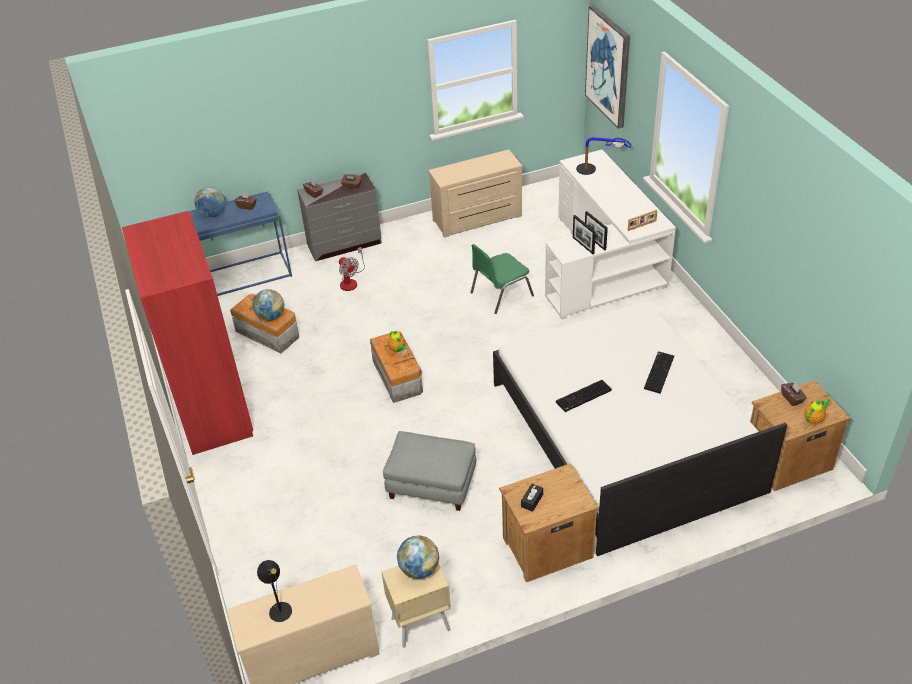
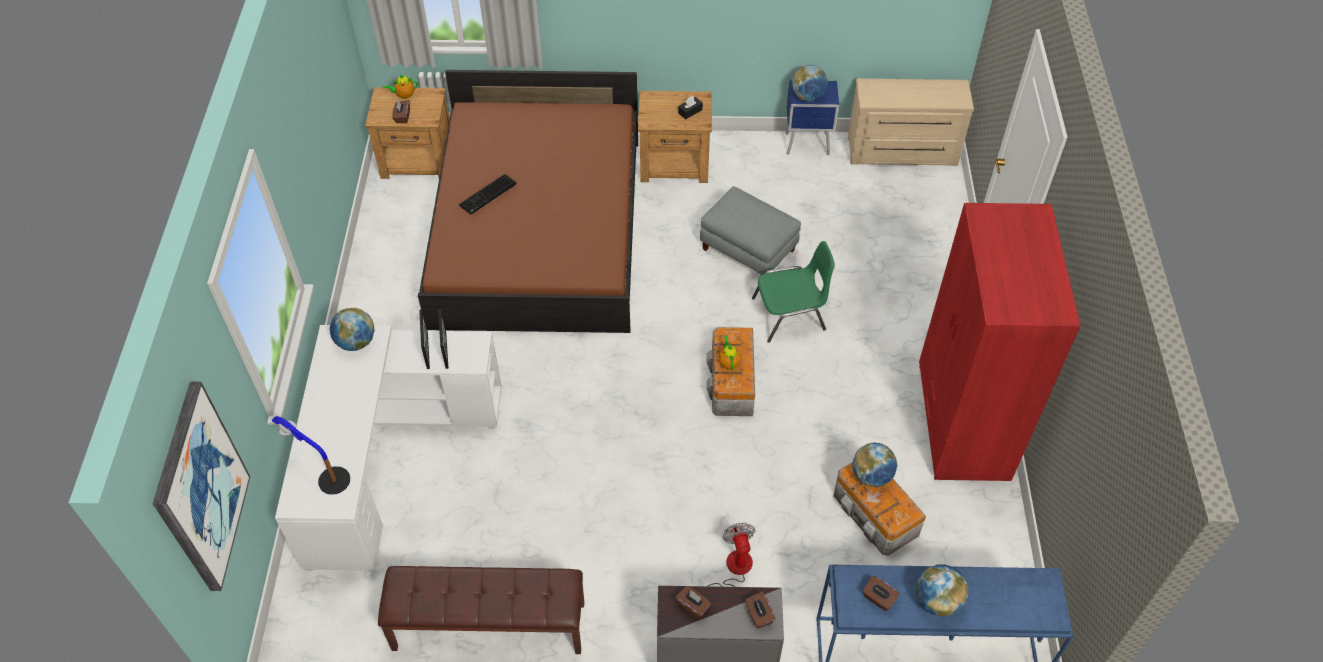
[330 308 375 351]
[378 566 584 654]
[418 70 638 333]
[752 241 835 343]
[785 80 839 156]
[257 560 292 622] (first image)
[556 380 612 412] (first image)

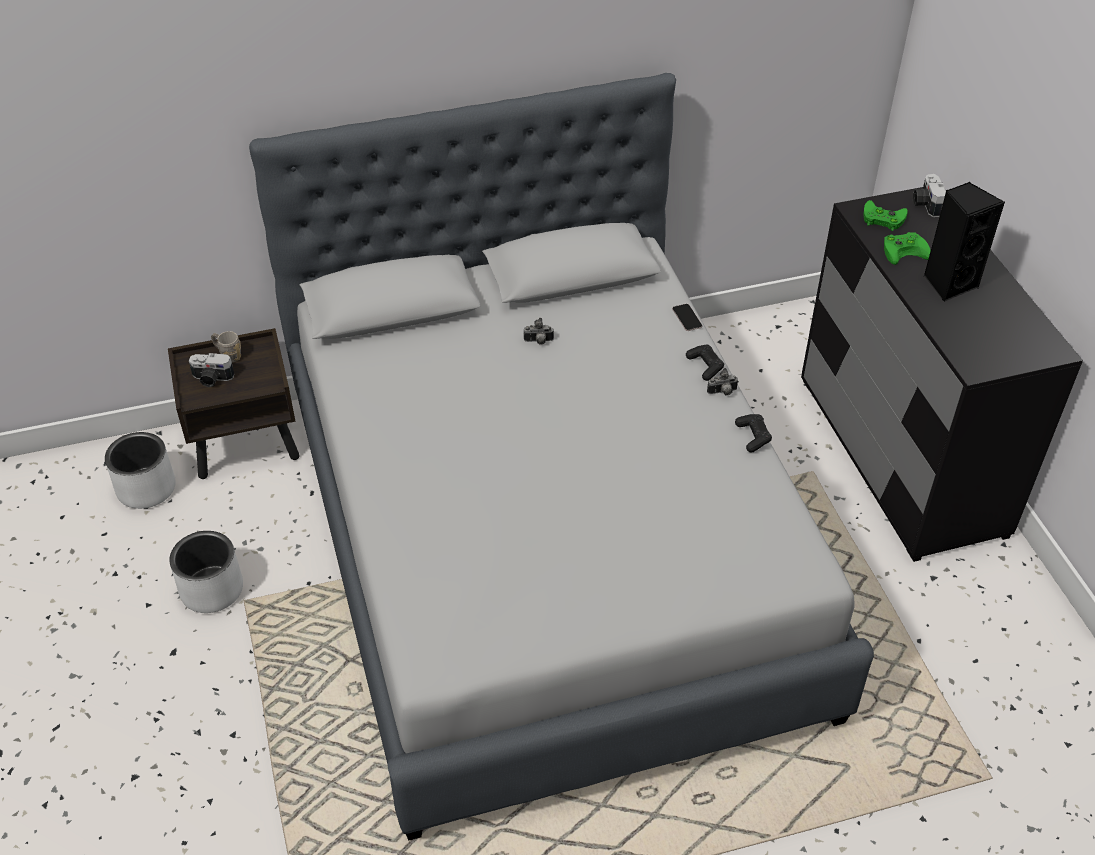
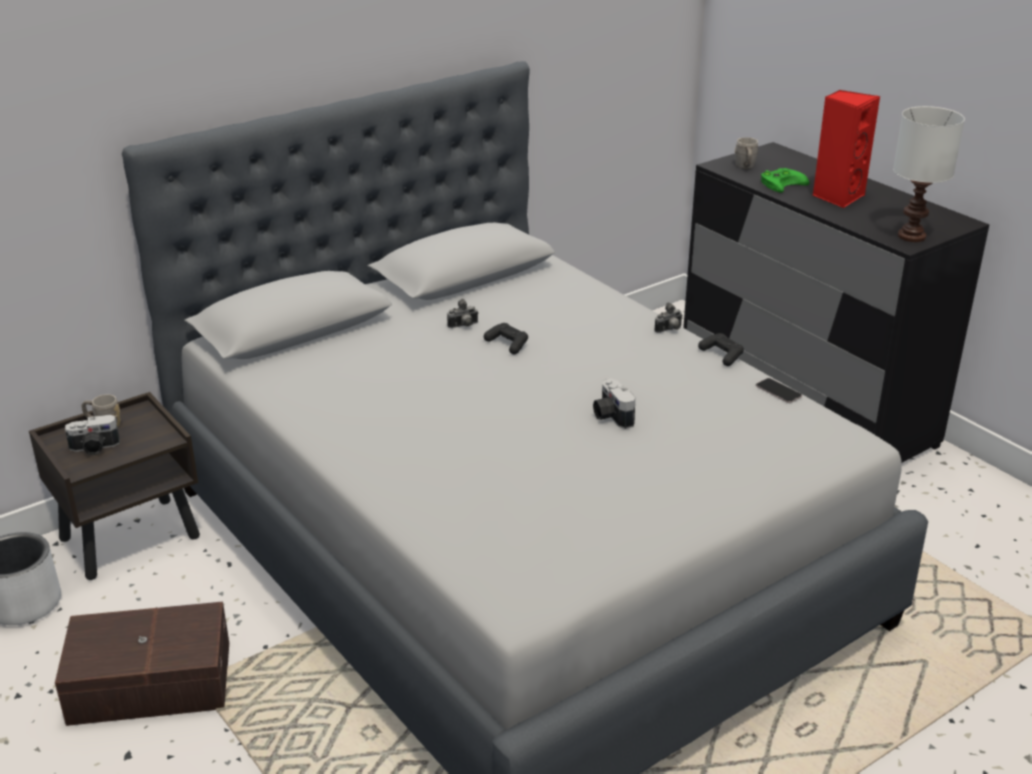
[55 601 229 726]
[484 323 528 354]
[593 379 635 429]
[735 137 758 169]
[756 378 802 403]
[812 90 880 208]
[893 106 965 242]

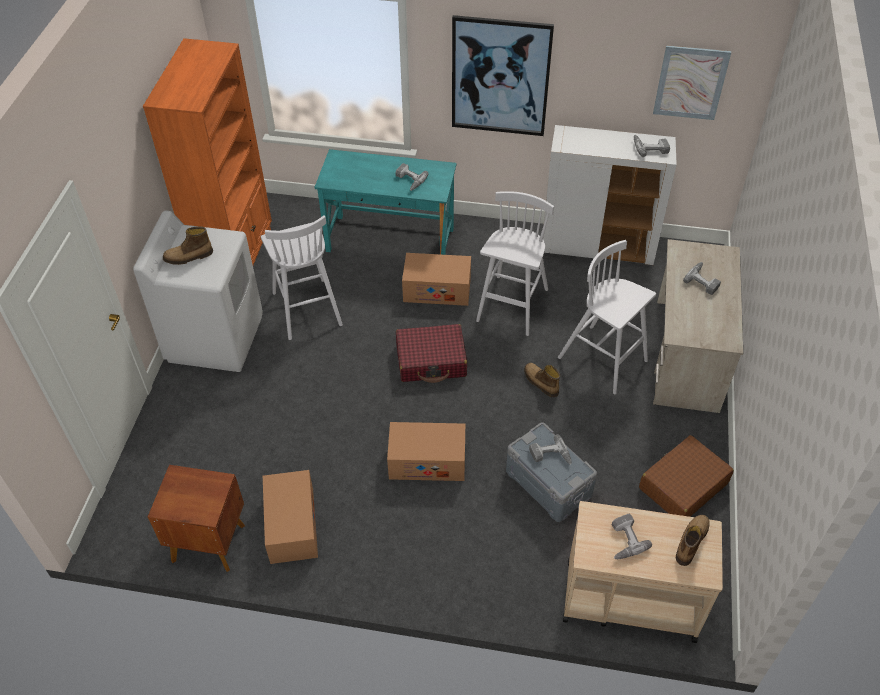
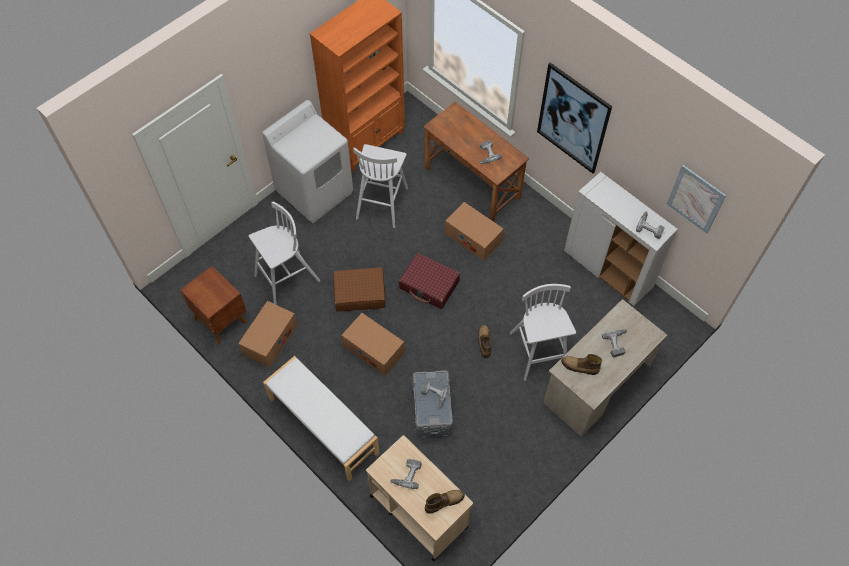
[249 201 320 305]
[263 356 380 482]
[333 267 385 312]
[423 102 529 222]
[561 354 602 375]

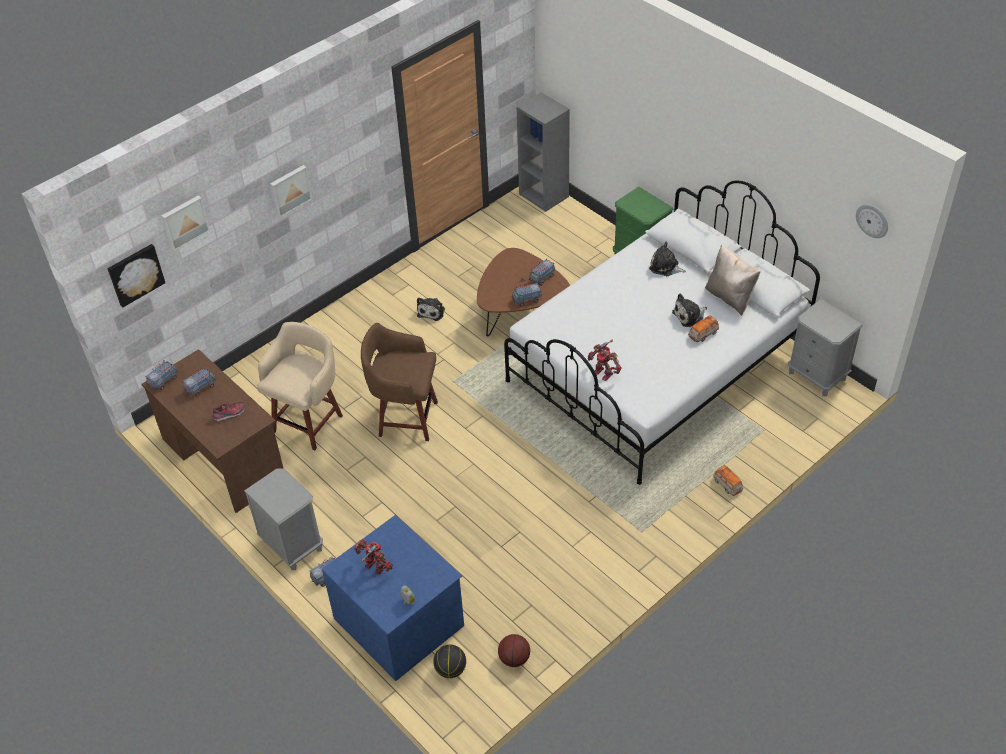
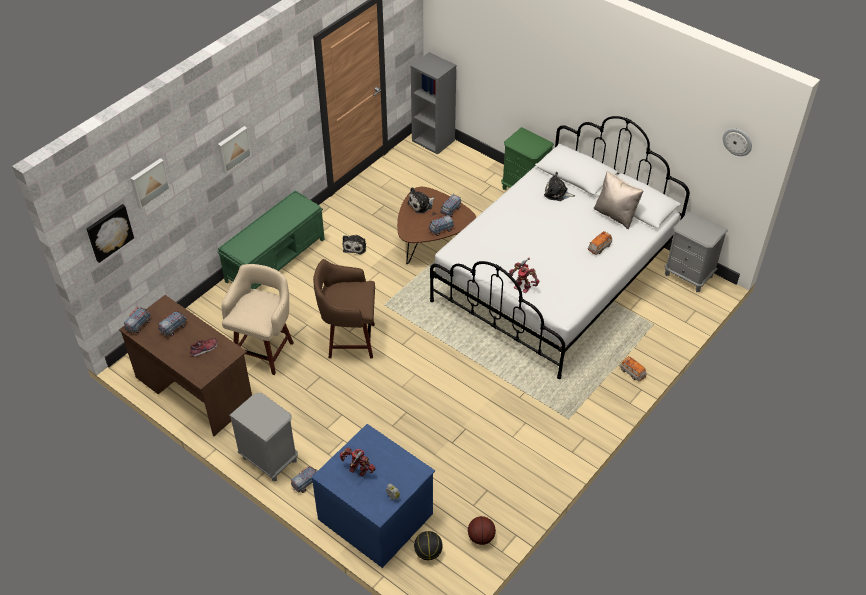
[217 190 325 289]
[407 187 435 214]

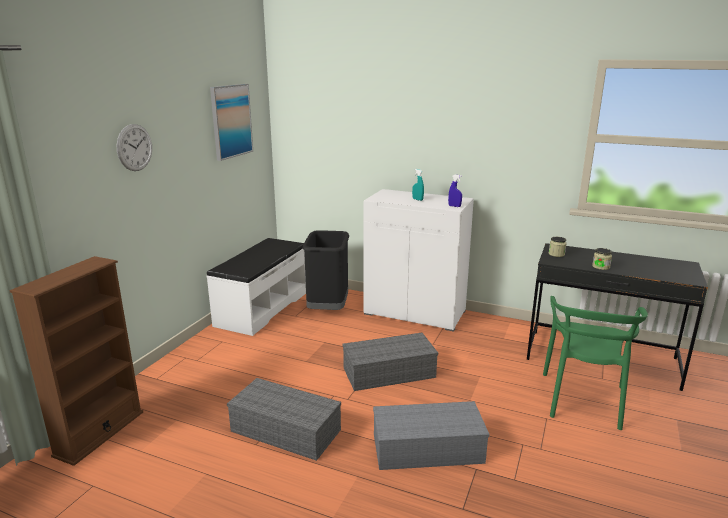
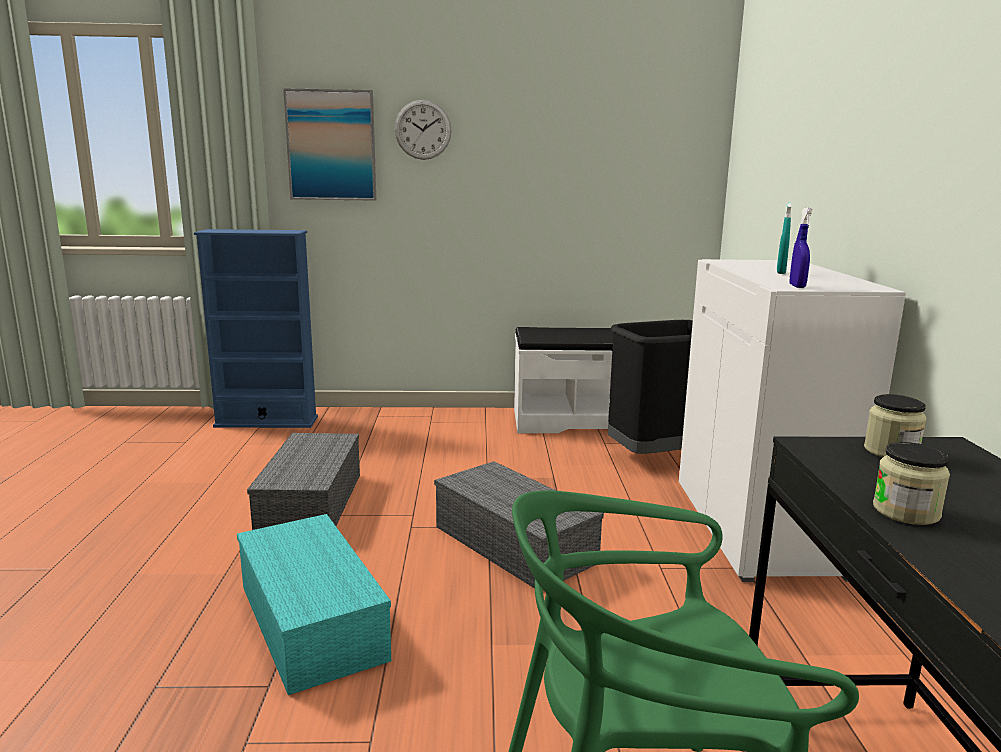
[194 229 318 428]
[237 514 391 695]
[283 88 376 201]

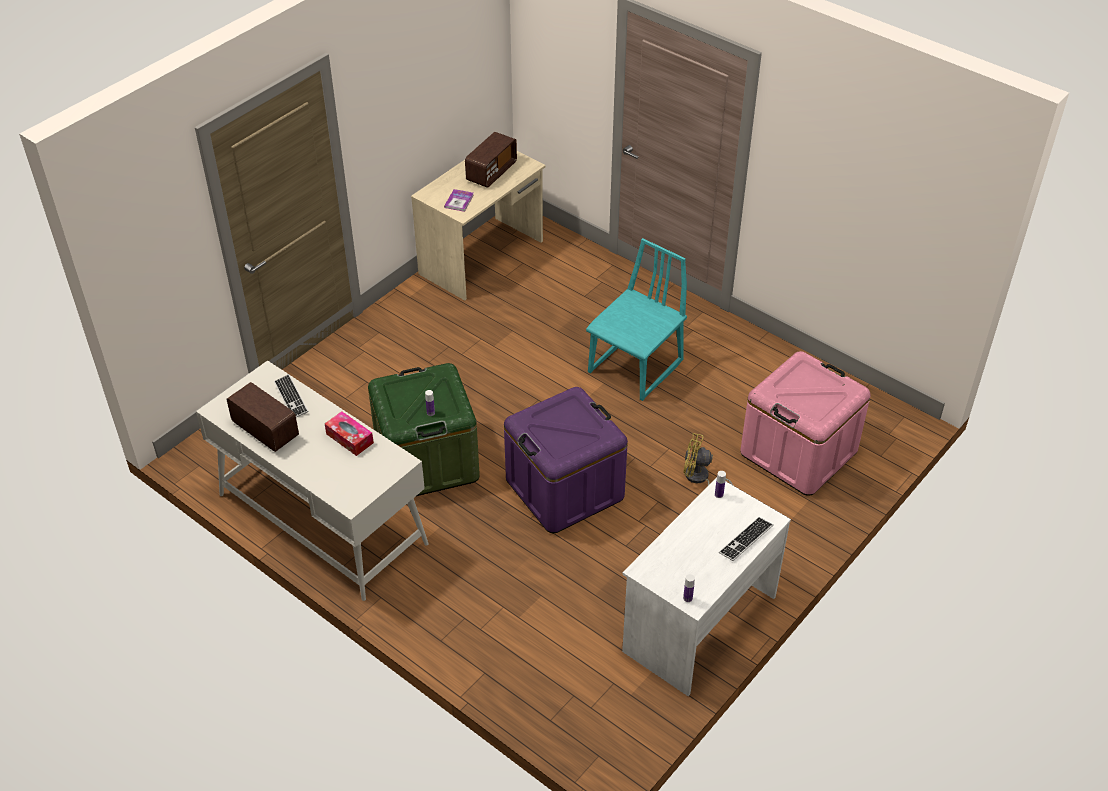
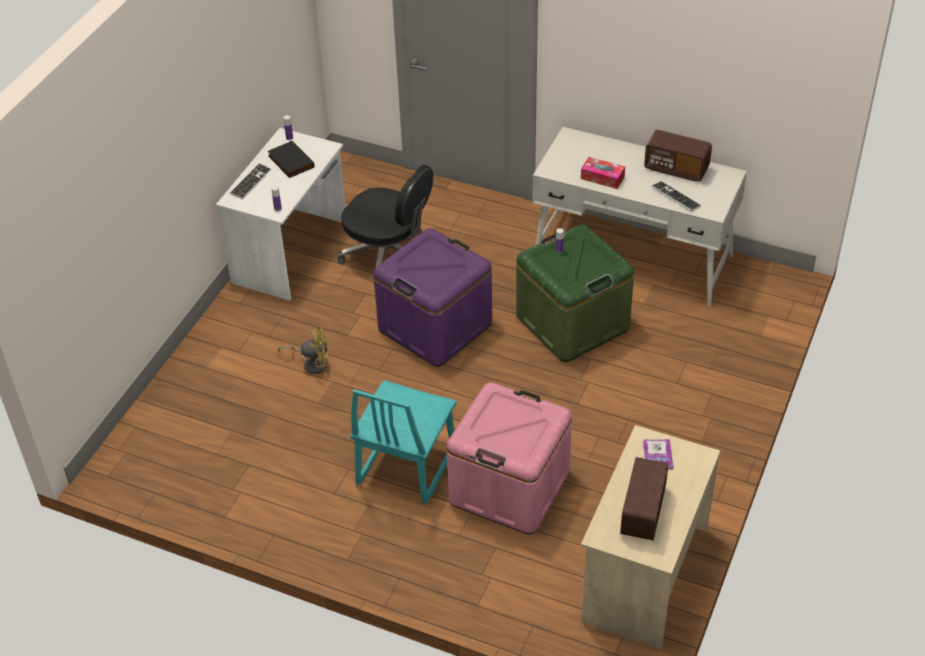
[268 141 315 178]
[337 165 433 268]
[446 383 572 534]

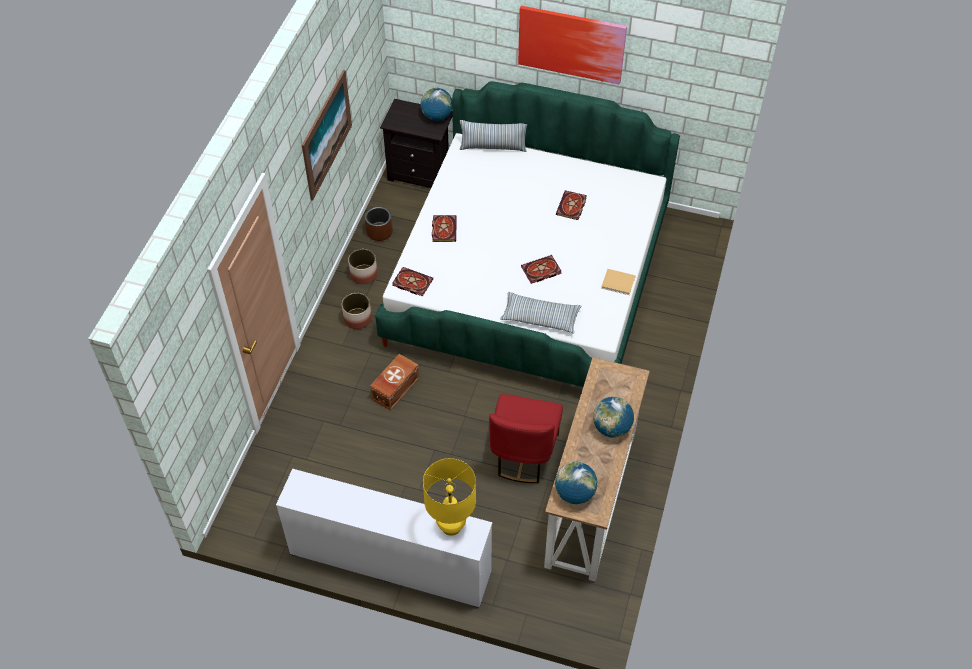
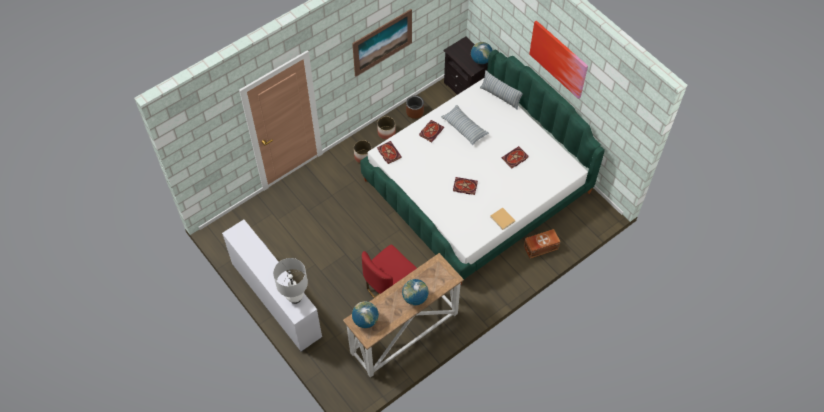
[273 258 308 304]
[441 105 489 145]
[524 229 561 259]

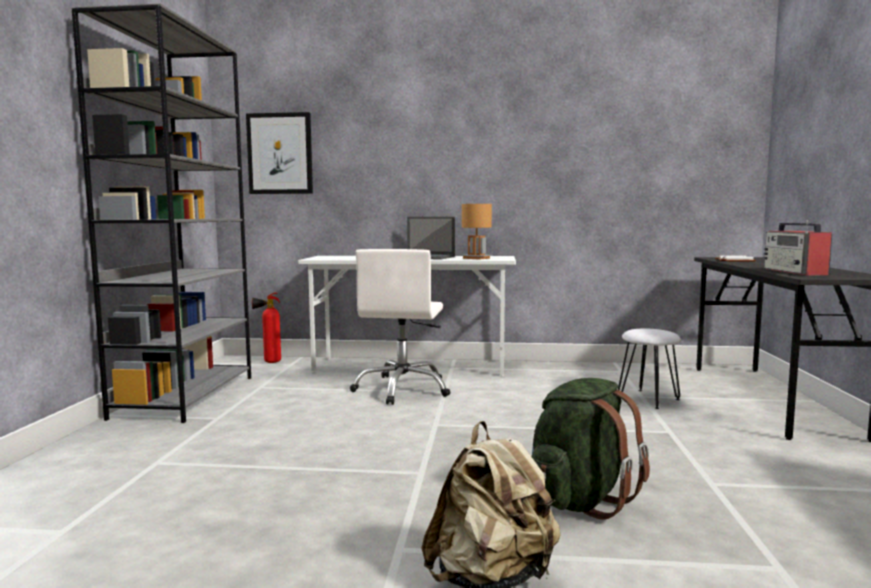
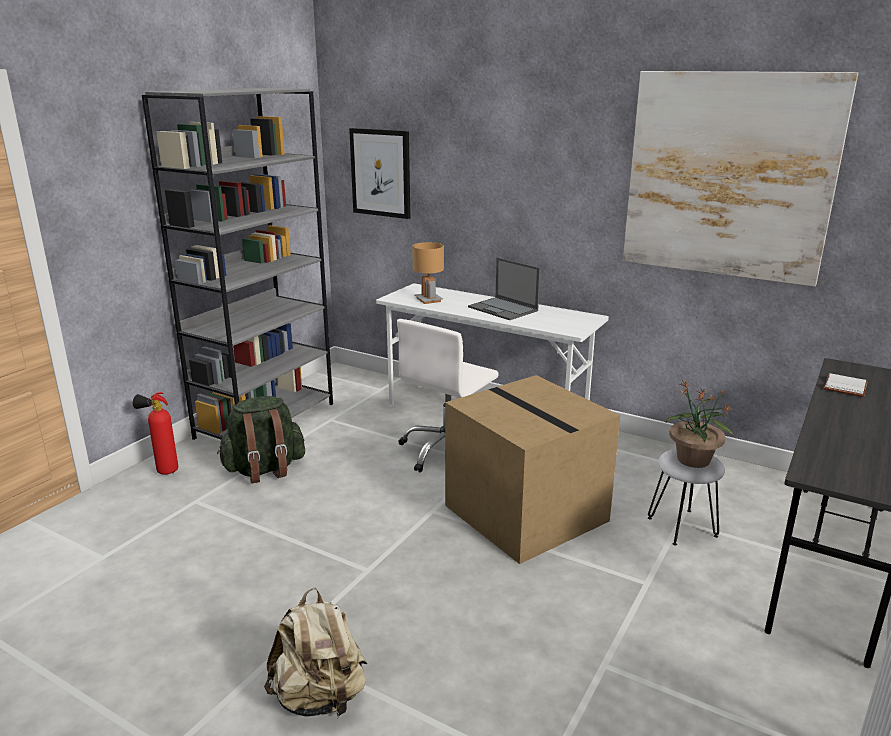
[133 392 178 475]
[217 396 305 483]
[412 242 444 304]
[445 375 620 564]
[623 71 858 287]
[666 380 734 468]
[763 220 832 275] (first image)

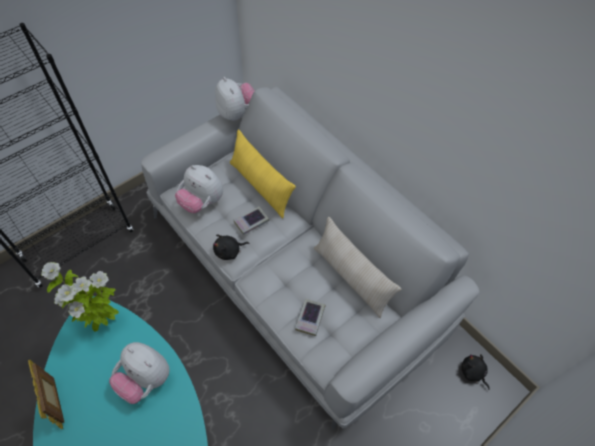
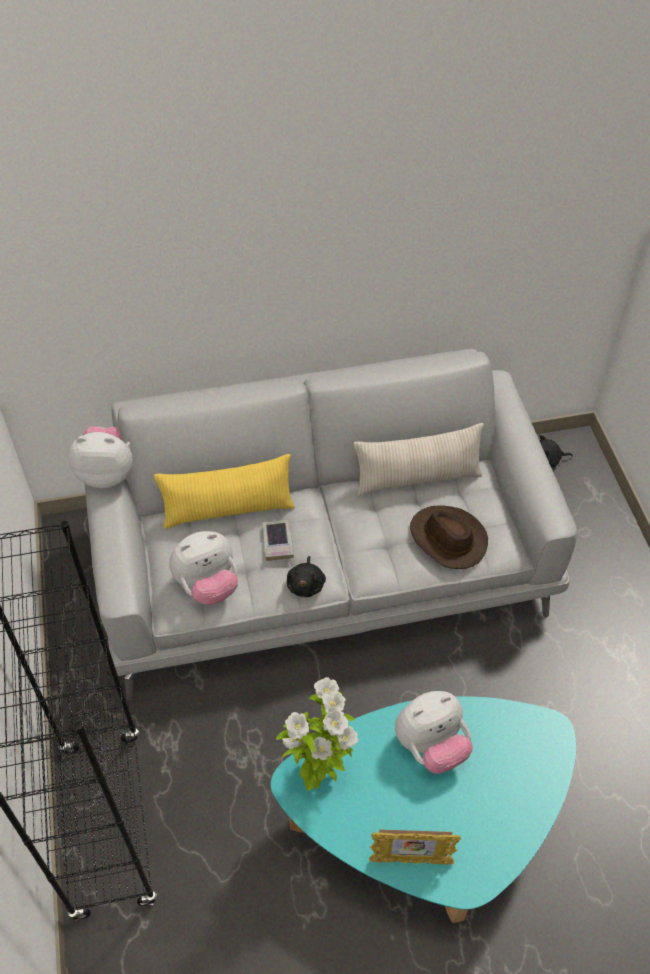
[410 505 488 569]

